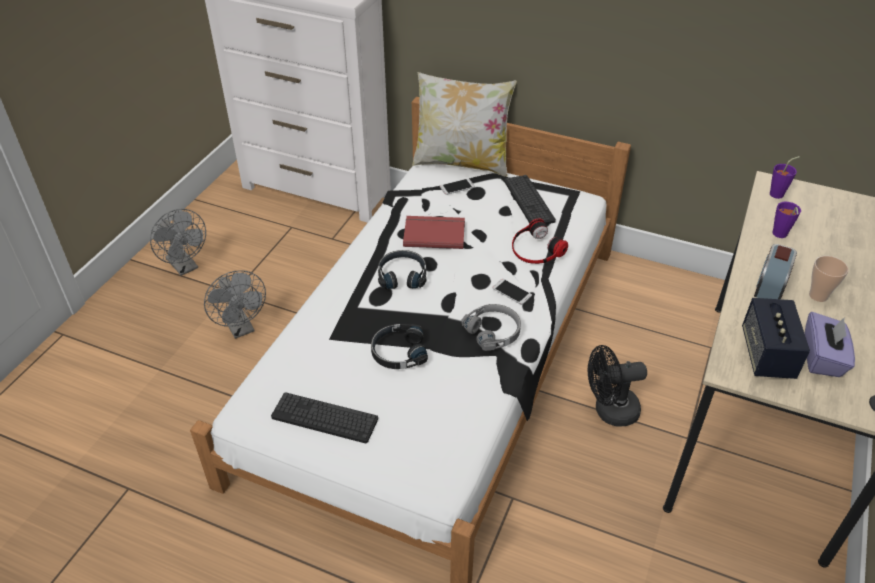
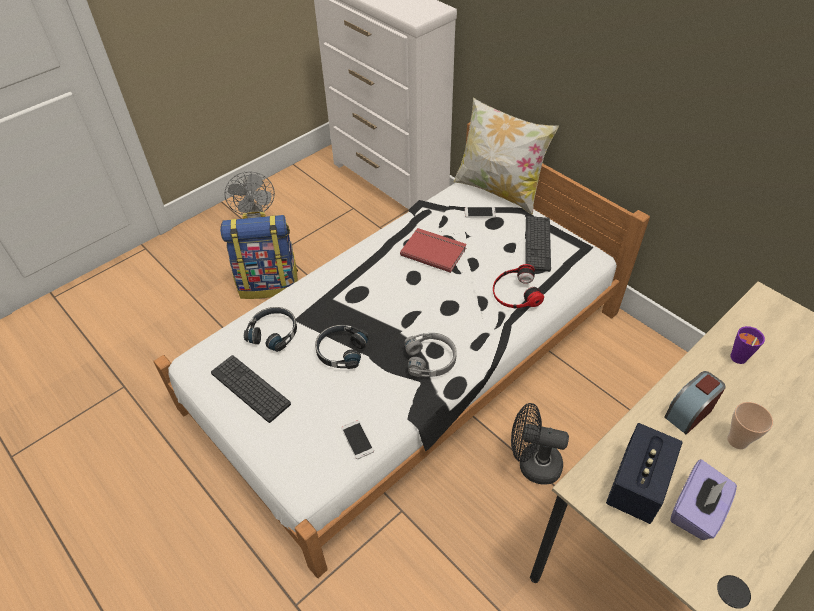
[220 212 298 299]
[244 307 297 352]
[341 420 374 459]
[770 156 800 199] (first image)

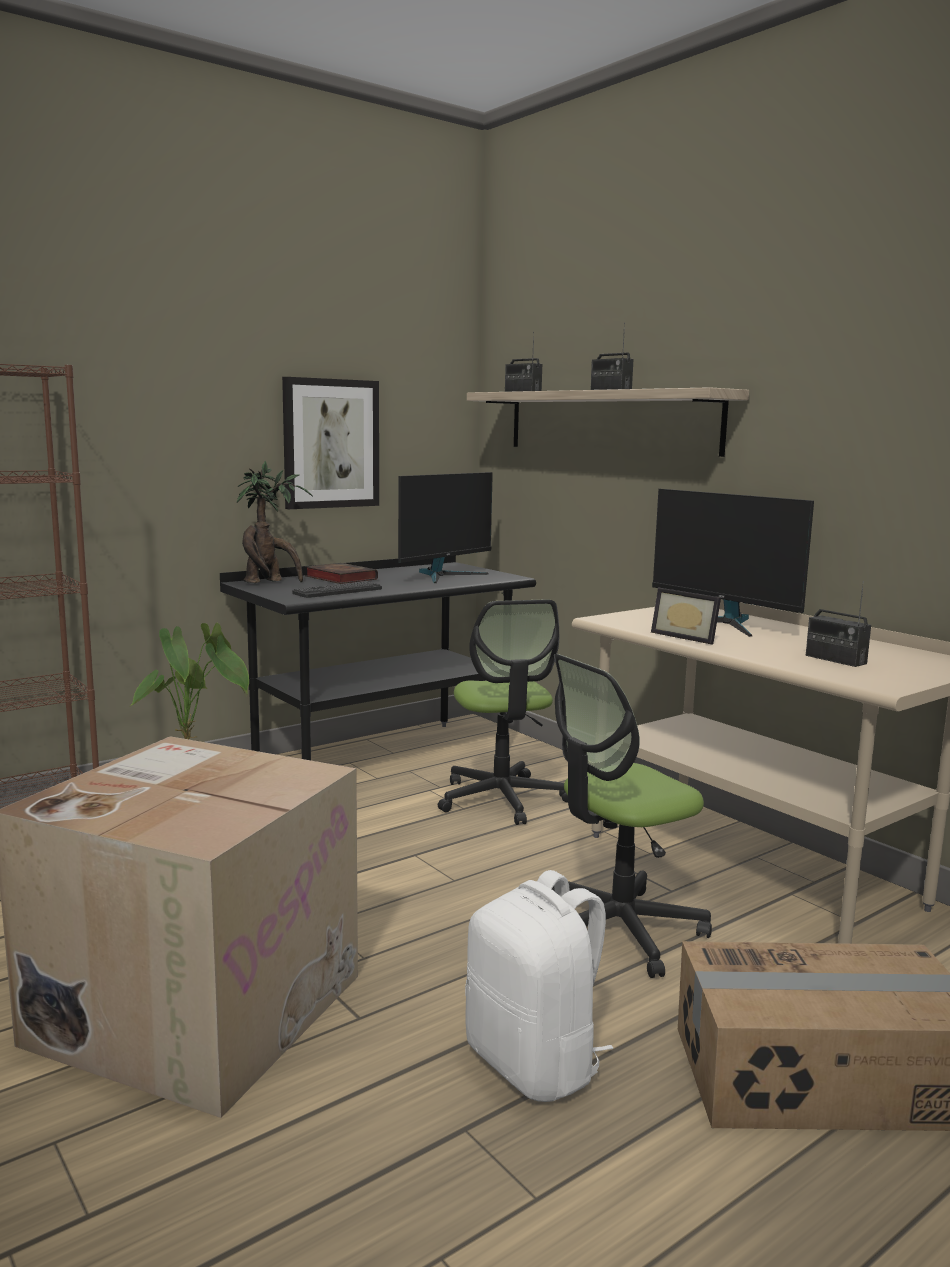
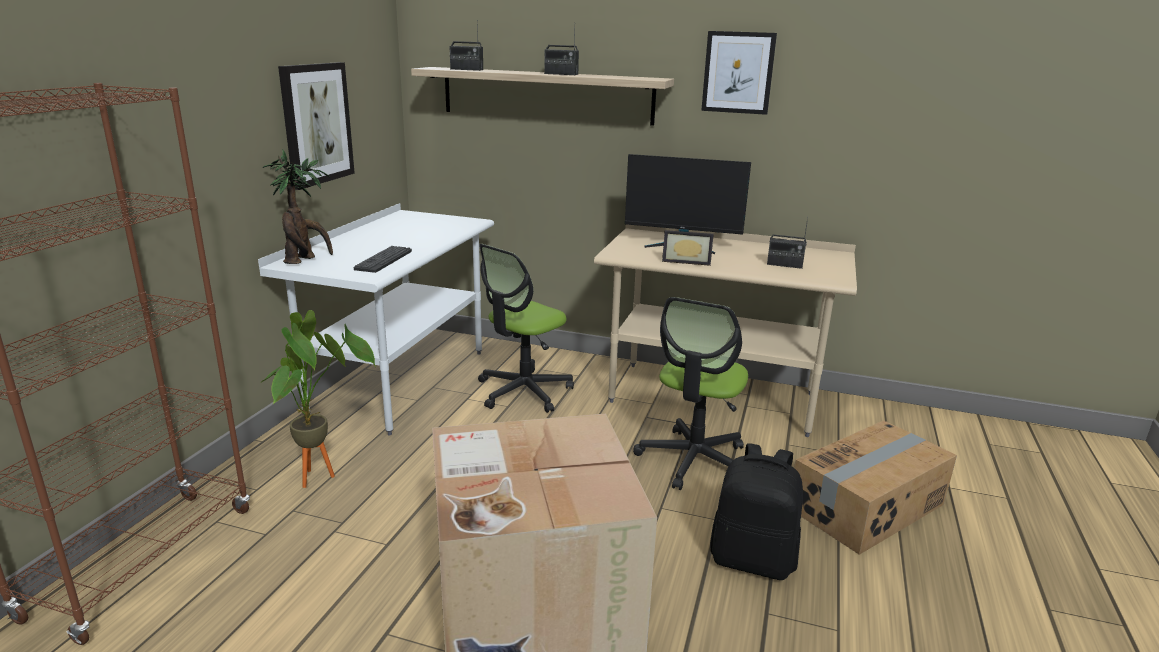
[258 203 494 435]
[478 244 574 413]
[701 31 777 115]
[710 443 803 580]
[305 563 378 584] (first image)
[398 472 493 583] (first image)

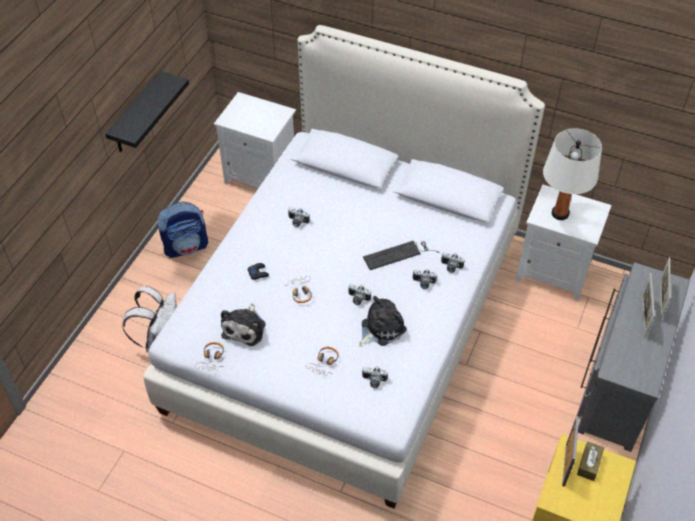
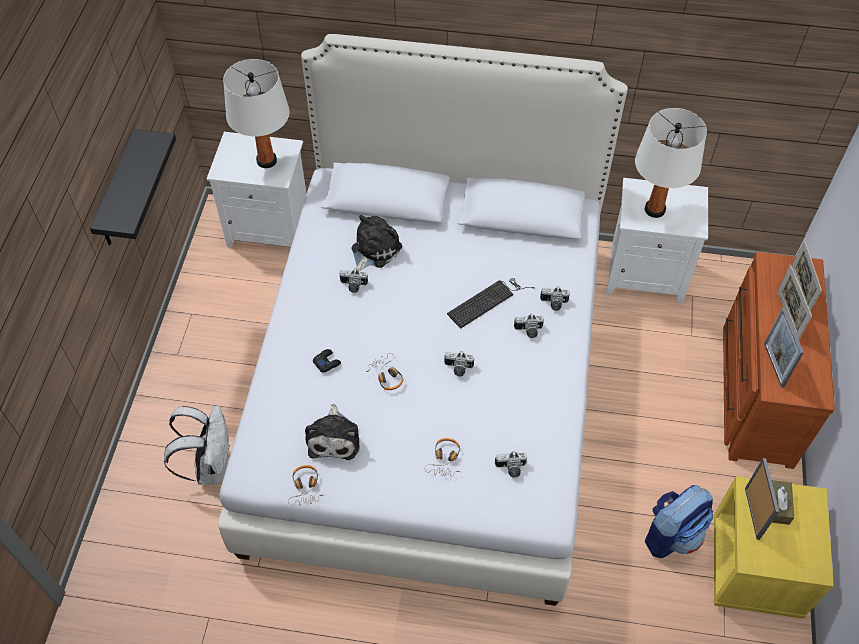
[223 59 290 168]
[352 215 402 272]
[645 485 713 558]
[723 252 835 469]
[764 307 804 388]

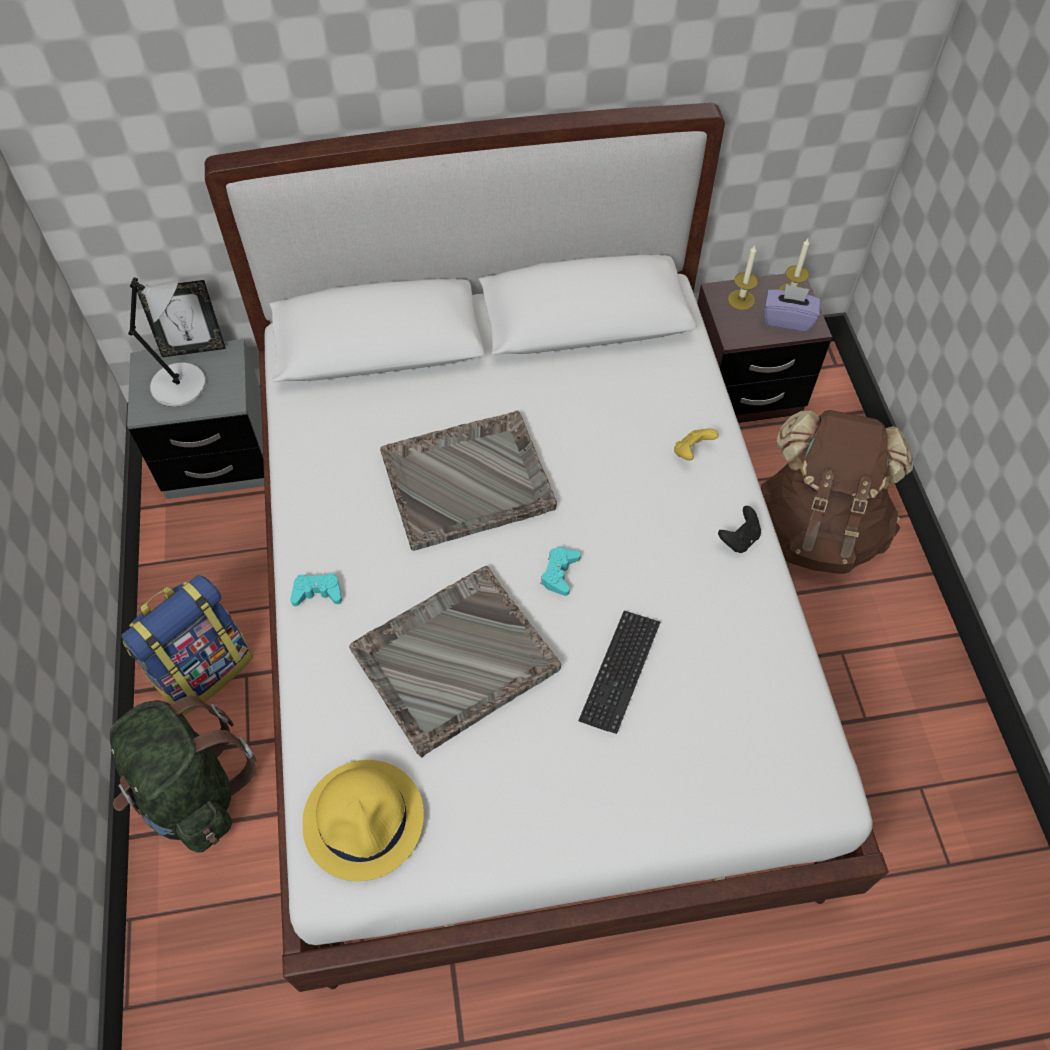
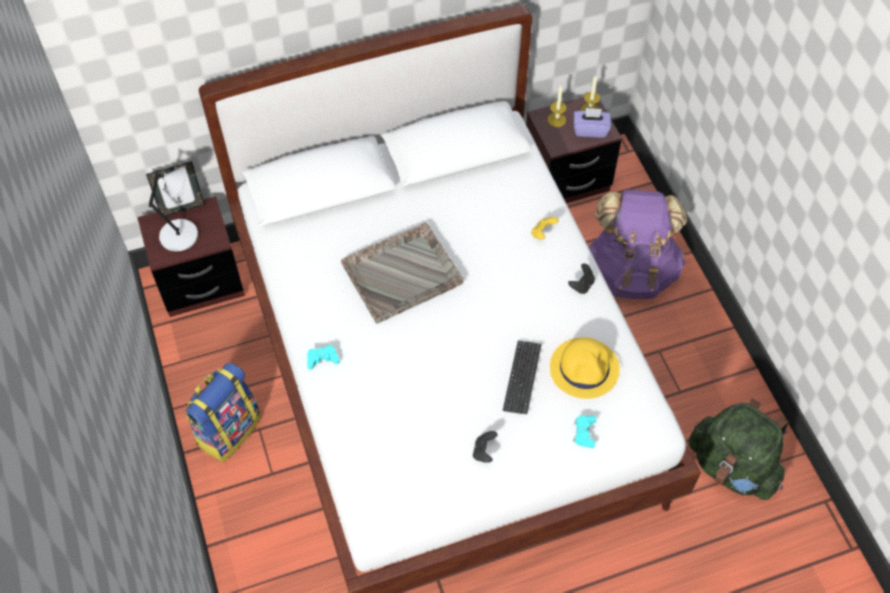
[137 196 245 317]
[473 431 497 463]
[550 337 620 399]
[574 415 597 448]
[589 190 687 299]
[688 398 789 500]
[349 566 561 758] (first image)

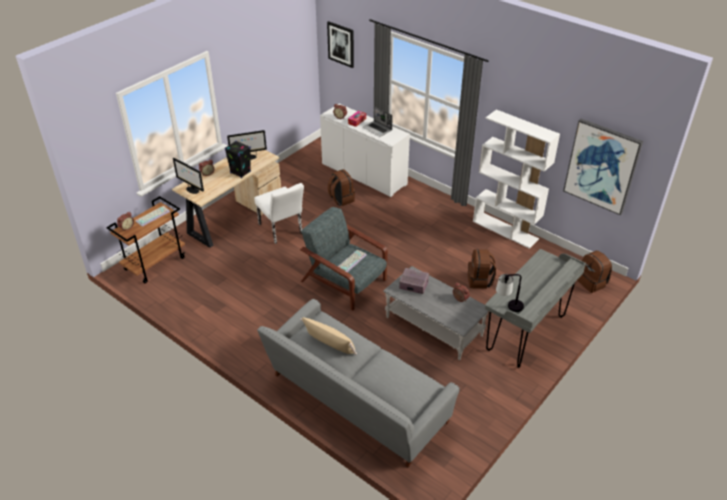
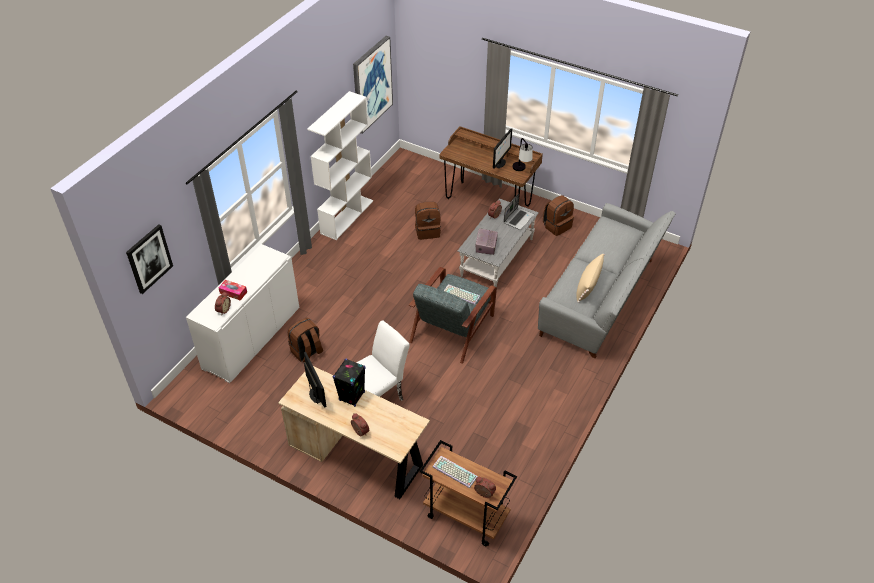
[439 126 543 207]
[493 128 512 169]
[504 194 534 230]
[543 195 574 236]

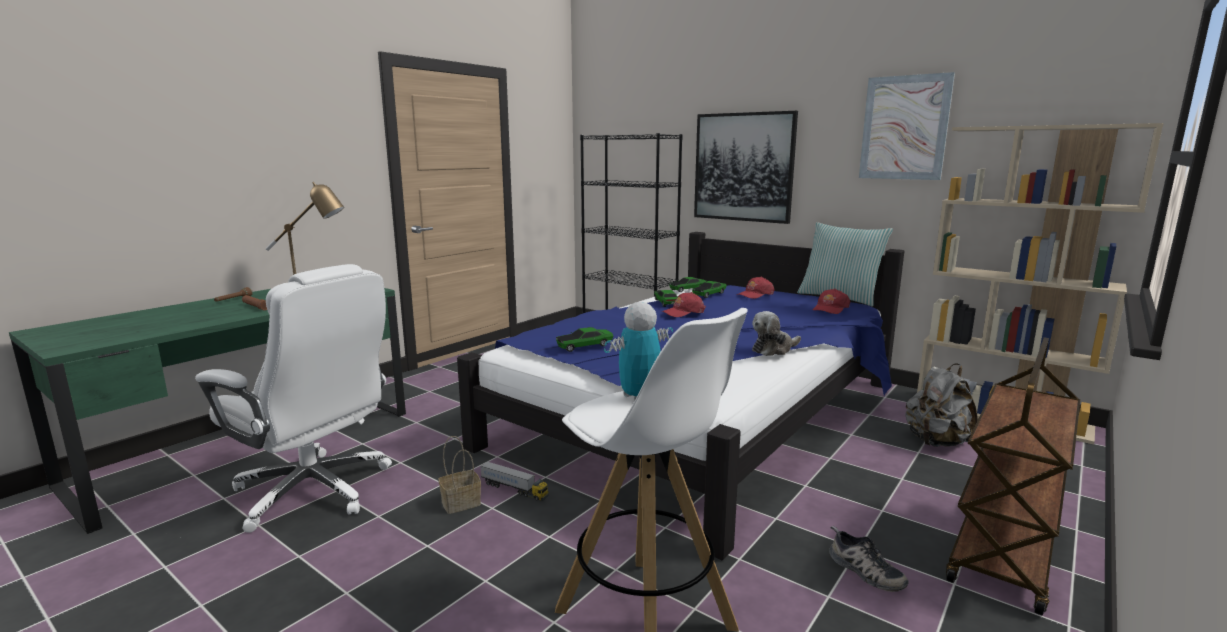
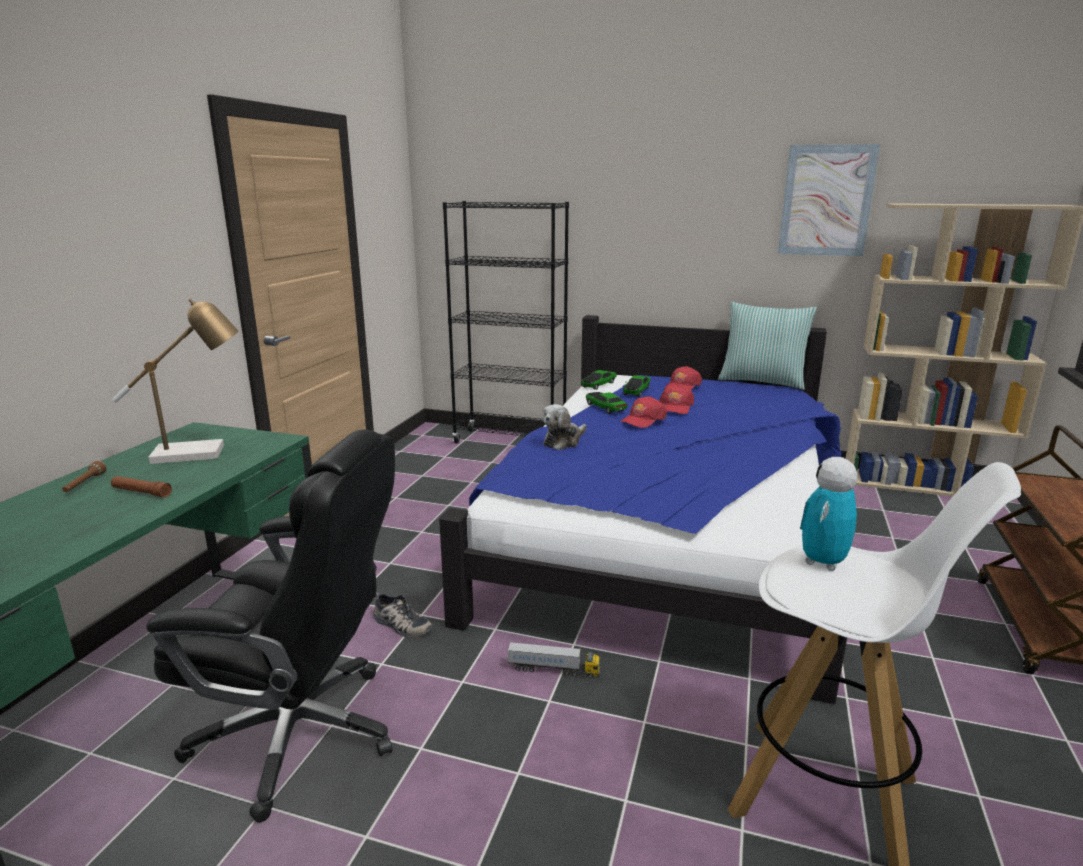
[146 429 395 823]
[373 591 432 638]
[541 404 587 450]
[660 384 694 414]
[439 436 481 514] (first image)
[556 327 613 352] (first image)
[694 111 798 224] (first image)
[905 364 978 447] (first image)

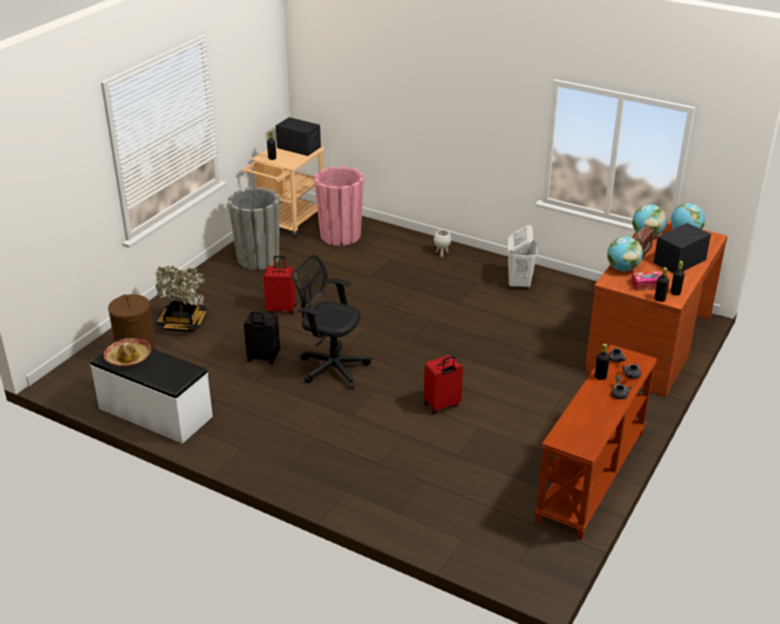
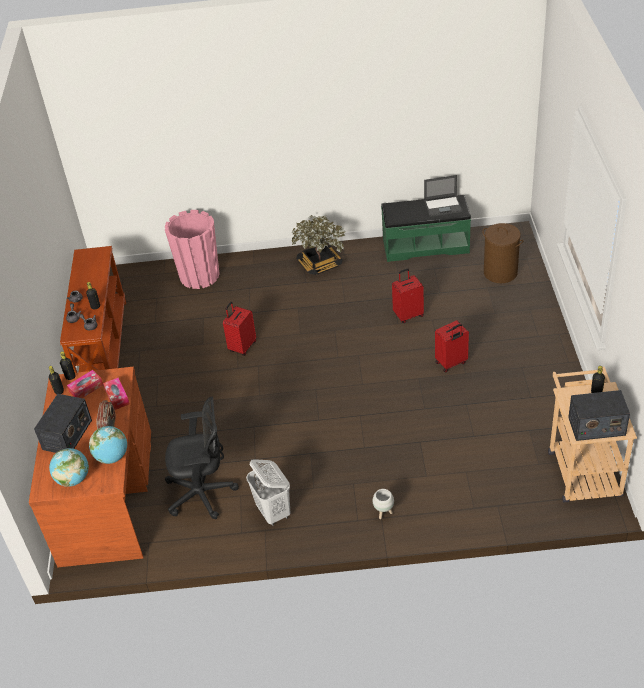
[103 378 130 410]
[165 210 220 289]
[165 397 239 519]
[292 215 346 275]
[381 195 471 262]
[392 268 424 323]
[424 175 463 217]
[228 187 280 270] (first image)

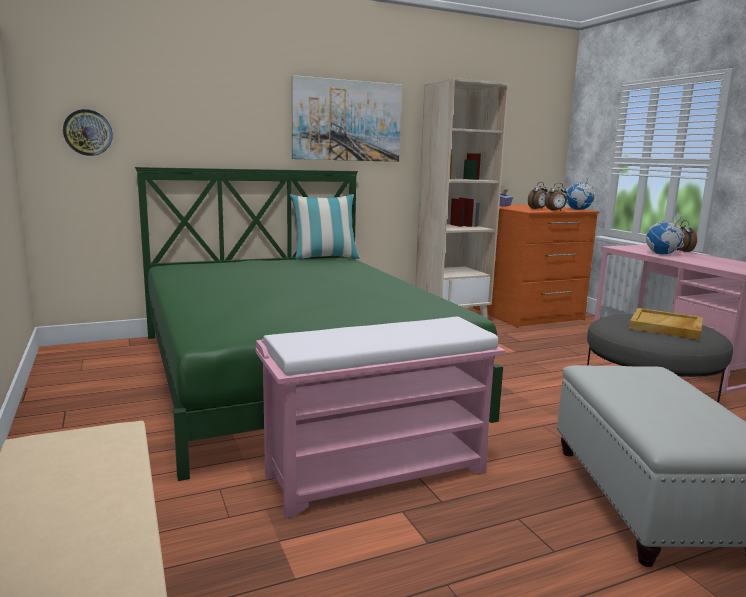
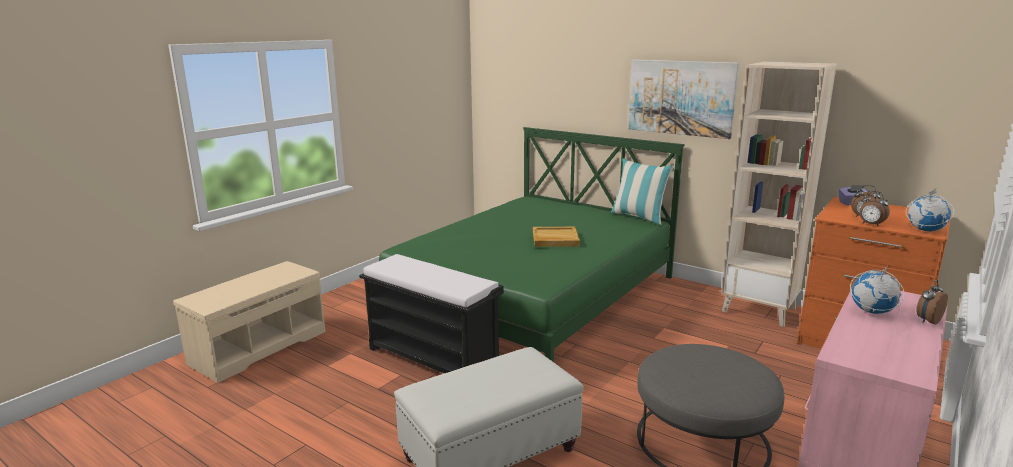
[359 254 504 373]
[533 227 580 247]
[63 109 113 156] (first image)

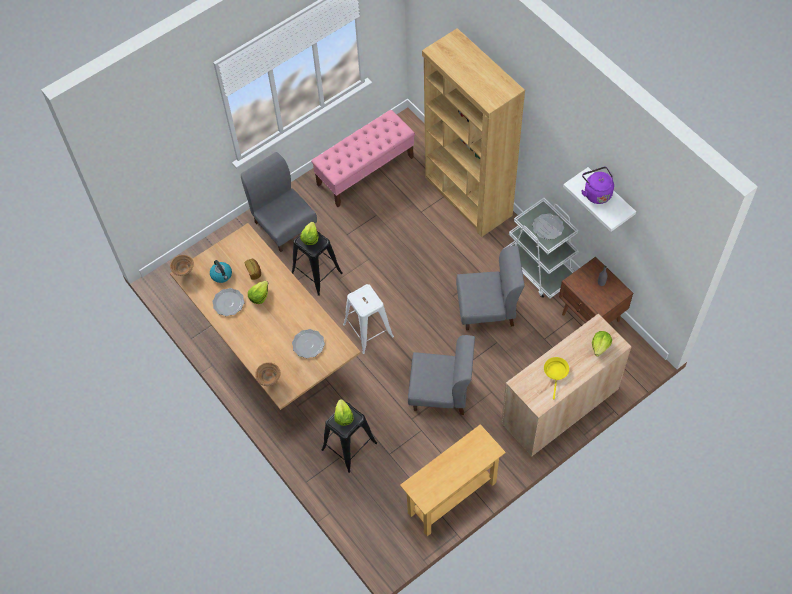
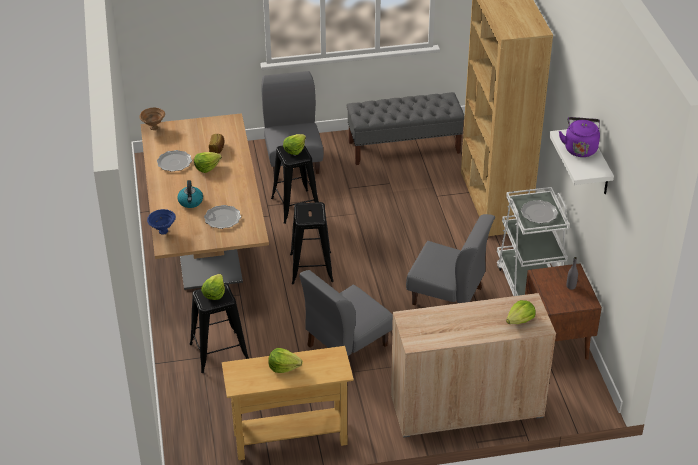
[147 209 176 235]
[177 180 203 208]
[269 348 303 373]
[290 202 334 284]
[299 270 393 356]
[347 92 465 165]
[544 357 569 399] (first image)

